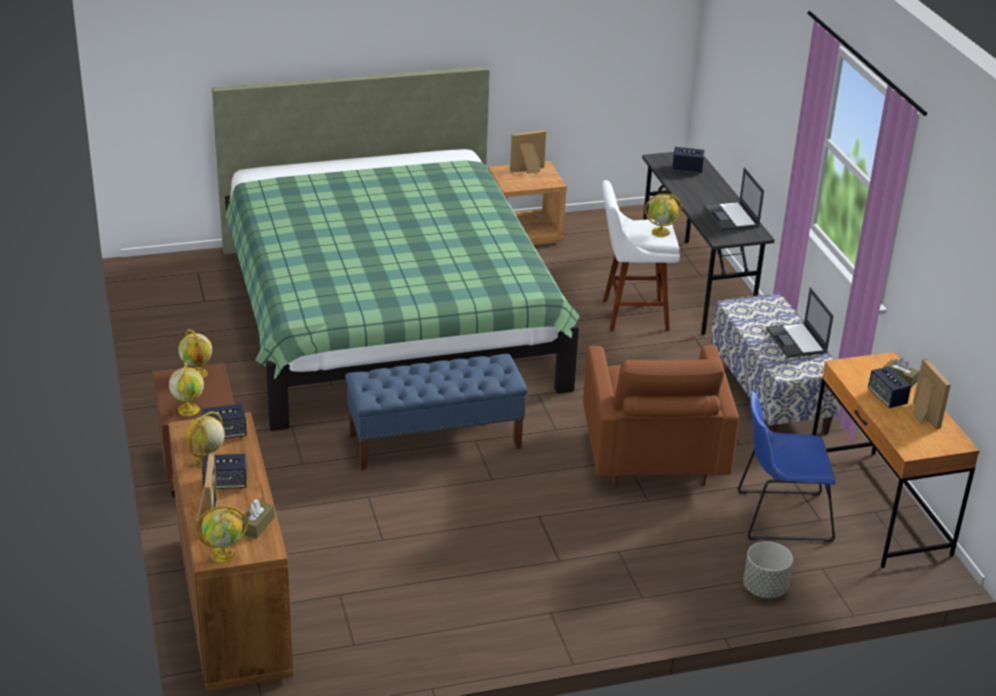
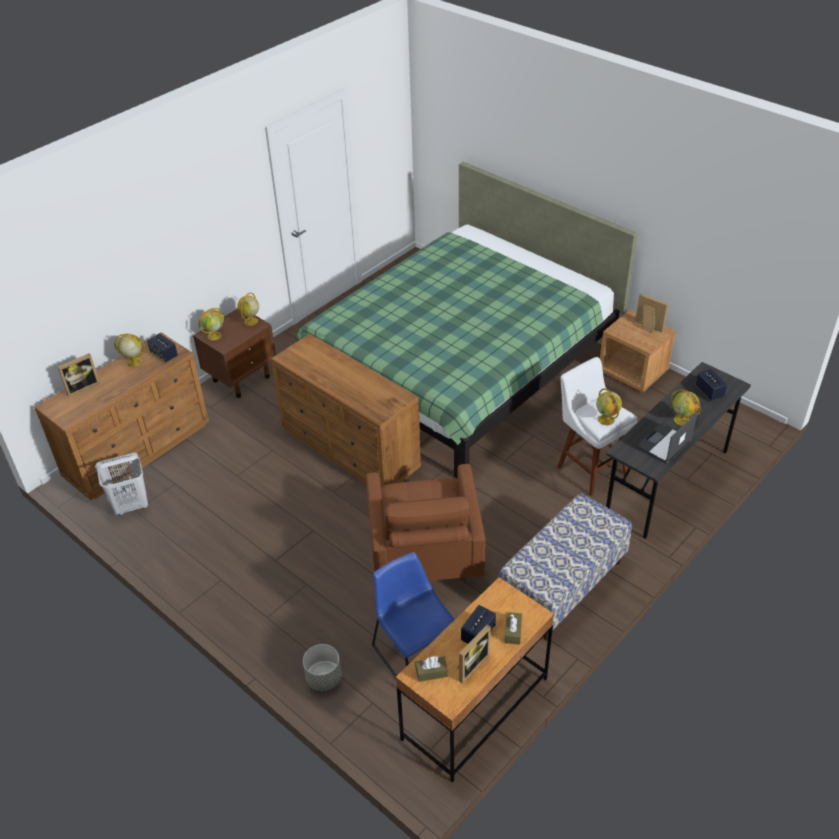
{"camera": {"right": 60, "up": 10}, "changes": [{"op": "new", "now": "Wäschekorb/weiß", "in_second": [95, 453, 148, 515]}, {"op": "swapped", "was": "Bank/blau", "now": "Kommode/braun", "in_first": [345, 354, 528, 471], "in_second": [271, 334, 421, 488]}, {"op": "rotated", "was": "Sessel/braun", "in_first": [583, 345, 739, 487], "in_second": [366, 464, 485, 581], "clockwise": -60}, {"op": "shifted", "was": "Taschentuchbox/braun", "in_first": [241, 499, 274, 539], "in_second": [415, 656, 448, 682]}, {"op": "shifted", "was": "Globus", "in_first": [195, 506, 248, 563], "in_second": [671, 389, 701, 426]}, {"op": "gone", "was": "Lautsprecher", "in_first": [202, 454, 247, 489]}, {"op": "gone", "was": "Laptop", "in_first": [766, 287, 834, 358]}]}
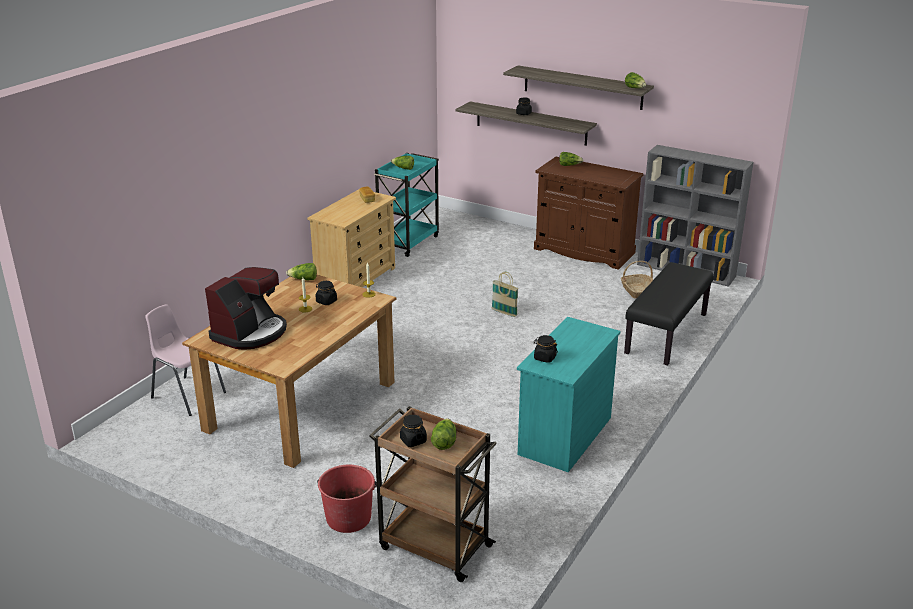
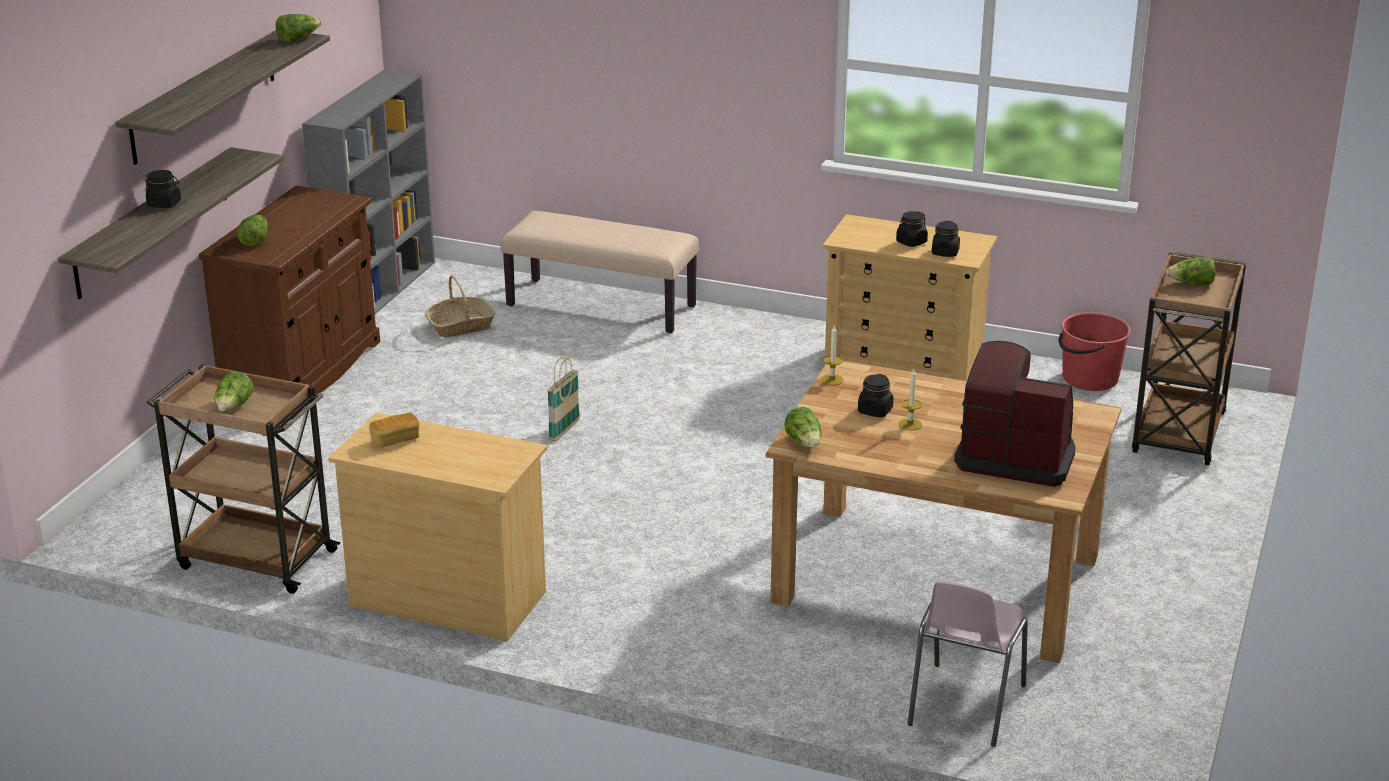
{"camera": {"right": -100, "up": 0}, "changes": [{"op": "repainted", "was": "Rollwagen/türkis", "now": "Rollwagen/braun", "in_first": [374, 153, 439, 257], "in_second": [147, 364, 341, 594]}, {"op": "repainted", "was": "Bank/schwarz", "now": "Bank/beige", "in_first": [624, 262, 714, 365], "in_second": [500, 211, 699, 333]}, {"op": "repainted", "was": "Kommode/türkis", "now": "Kommode/beige", "in_first": [517, 317, 621, 472], "in_second": [823, 214, 997, 381]}, {"op": "shifted", "was": "Vorratsglas/schwarz", "in_first": [400, 415, 427, 447], "in_second": [896, 211, 928, 247]}, {"op": "shifted", "was": "Eimer/rot", "in_first": [317, 465, 377, 533], "in_second": [1058, 312, 1131, 391]}]}
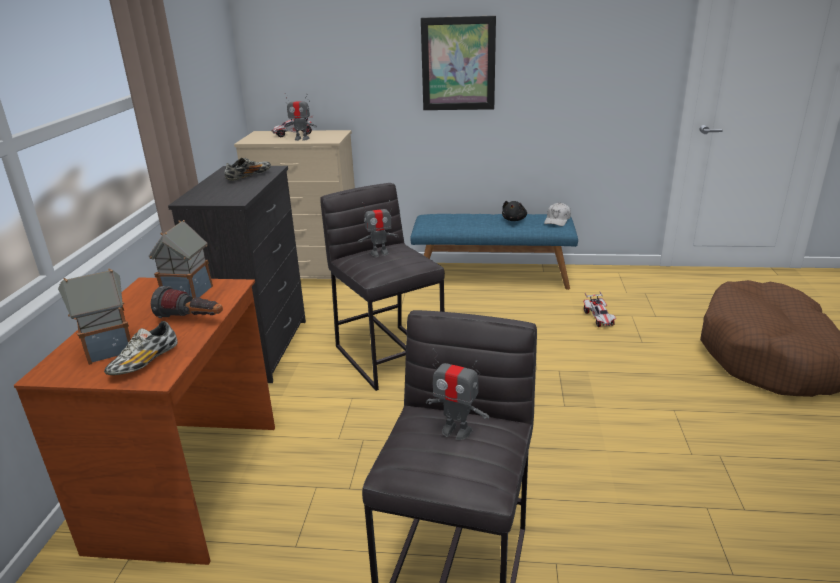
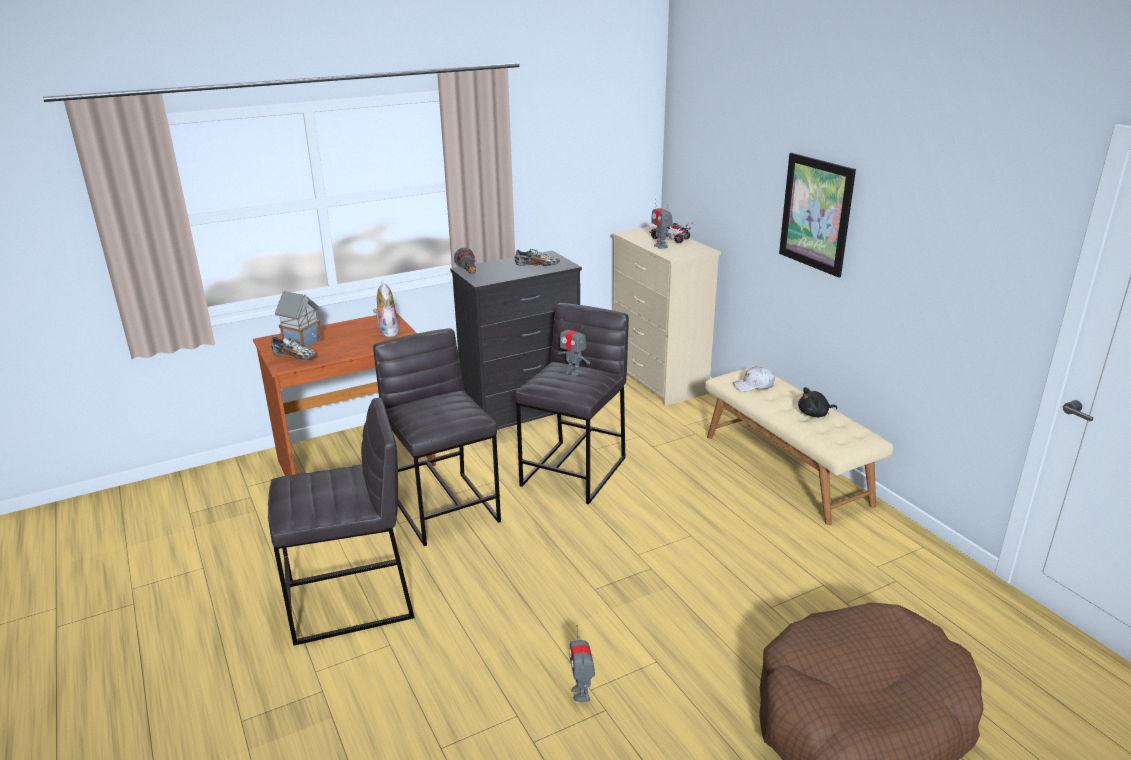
{"camera": {"right": 55, "up": 0}, "changes": [{"op": "rotated", "was": "Schuh", "in_first": [104, 321, 178, 375], "in_second": [271, 337, 316, 360], "clockwise": -150}, {"op": "swapped", "was": "Spielzeughaus", "now": "Plüschtier", "in_first": [149, 220, 213, 298], "in_second": [373, 282, 400, 337]}, {"op": "new", "now": "Hocker/grau", "in_second": [373, 328, 501, 546]}, {"op": "shifted", "was": "Taschenlampe", "in_first": [151, 286, 223, 318], "in_second": [454, 248, 476, 273]}, {"op": "shifted", "was": "Spielzeugroboter", "in_first": [426, 348, 490, 440], "in_second": [569, 625, 595, 702]}, {"op": "repainted", "was": "Bank/blau", "now": "Bank/beige", "in_first": [410, 214, 578, 290], "in_second": [705, 366, 893, 525]}, {"op": "shifted", "was": "Kappe/weiß", "in_first": [544, 203, 571, 226], "in_second": [733, 366, 775, 392]}, {"op": "gone", "was": "Spielzeugauto", "in_first": [583, 292, 616, 327]}]}
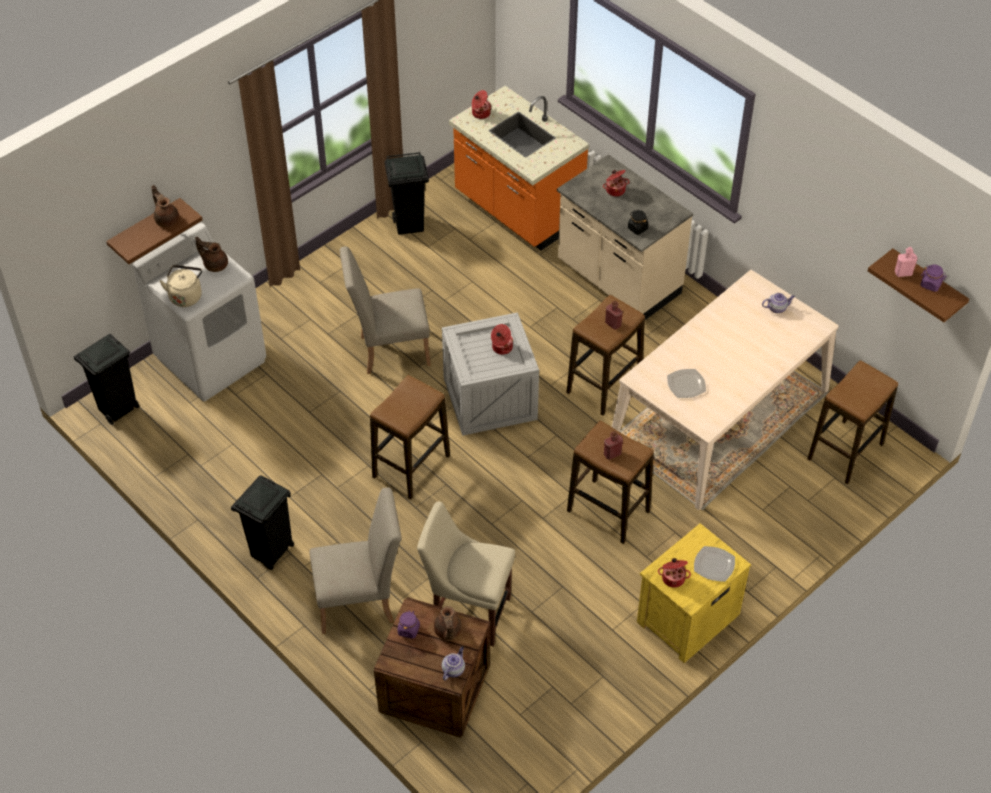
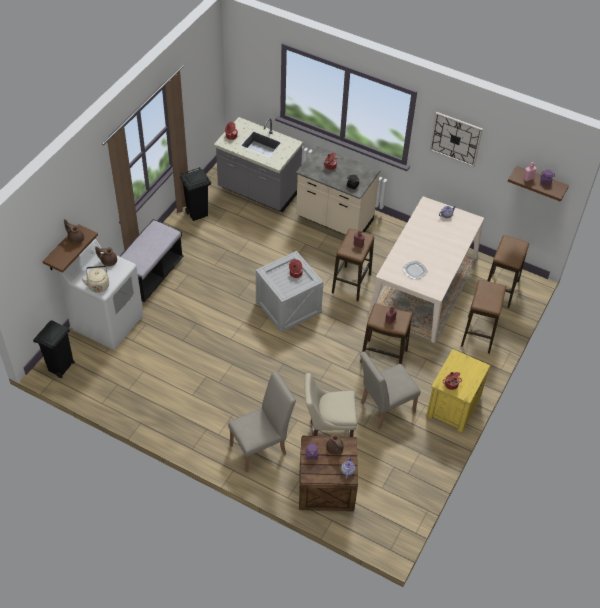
{"camera": {"right": -20, "up": 0}, "changes": [{"op": "new", "now": "Bank/schwarz", "in_second": [119, 219, 184, 302]}, {"op": "repainted", "was": "Küchenzeile/orange", "now": "Küchenzeile/grau", "in_first": [449, 86, 589, 251], "in_second": [214, 117, 303, 213]}, {"op": "shifted", "was": "Stuhl/beige", "in_first": [340, 247, 431, 374], "in_second": [360, 352, 421, 429]}, {"op": "new", "now": "Wanduhr", "in_second": [429, 112, 483, 167]}, {"op": "shifted", "was": "Hocker", "in_first": [370, 375, 450, 500], "in_second": [461, 279, 506, 354]}, {"op": "gone", "was": "Mülleimer/schwarz", "in_first": [231, 475, 294, 570]}, {"op": "gone", "was": "Teller", "in_first": [694, 546, 735, 582]}]}
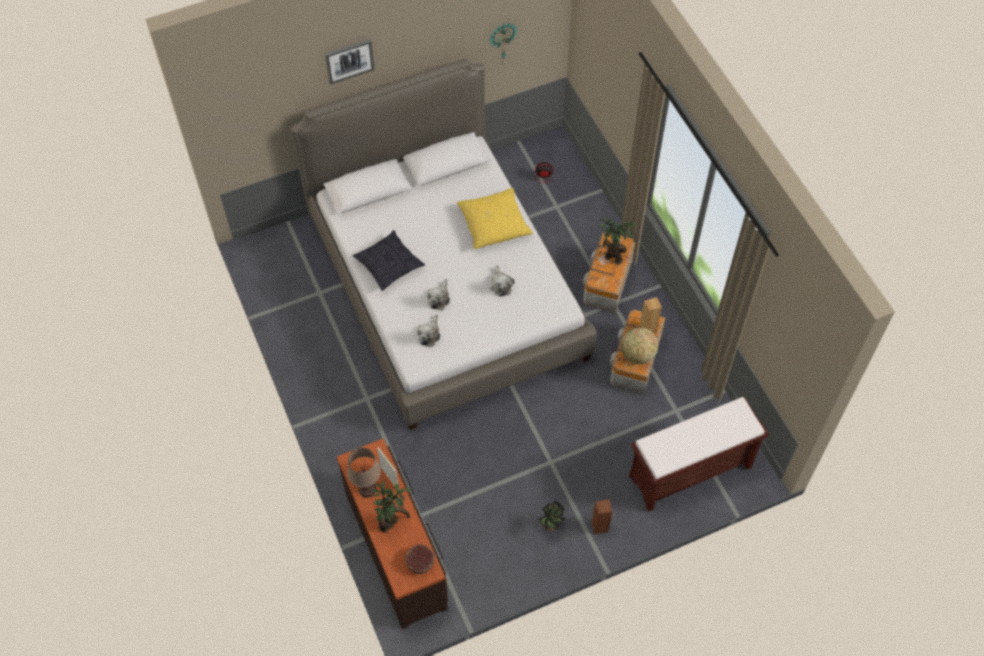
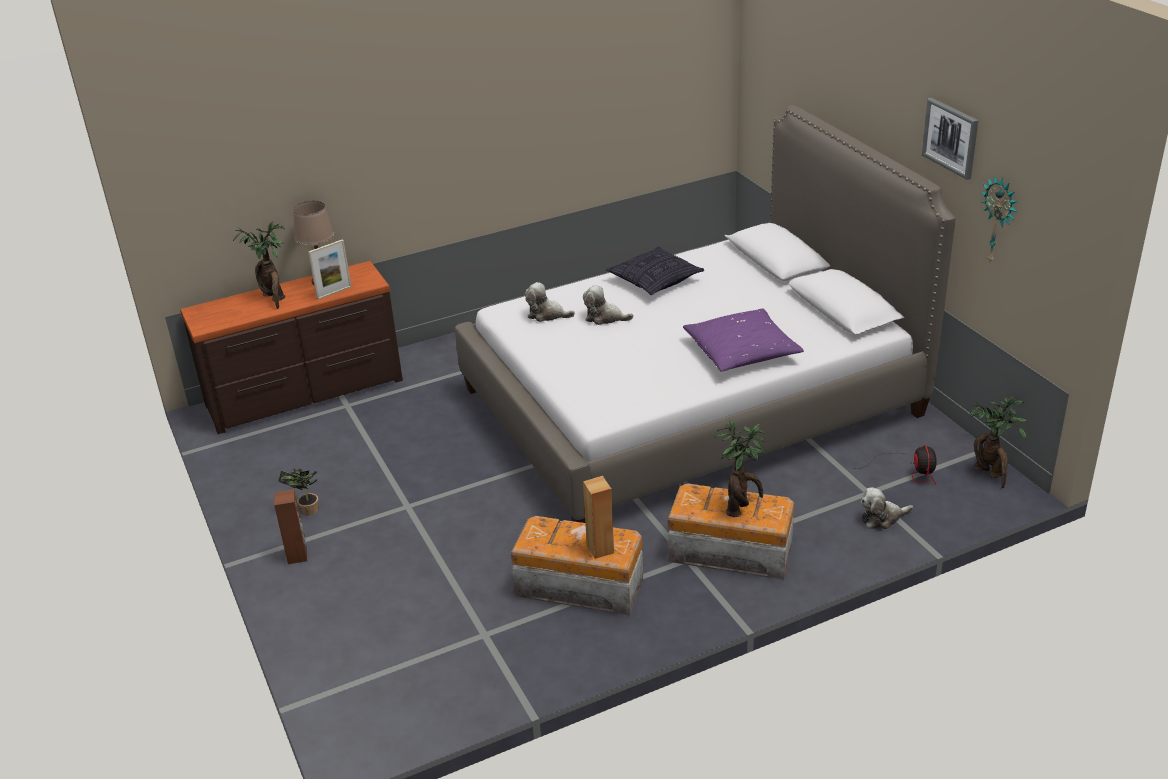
{"camera": {"right": 90, "up": -25}, "changes": [{"op": "repainted", "was": "Kissen/gelb", "now": "Kissen/lila", "in_first": [457, 188, 533, 249], "in_second": [683, 308, 804, 371]}, {"op": "shifted", "was": "Plüschtier", "in_first": [490, 265, 515, 297], "in_second": [861, 487, 913, 529]}, {"op": "shifted", "was": "Bild", "in_first": [325, 39, 375, 85], "in_second": [922, 97, 978, 180]}, {"op": "new", "now": "Topfpflanze", "in_second": [969, 396, 1027, 488]}, {"op": "gone", "was": "Schüssel", "in_first": [405, 545, 435, 574]}, {"op": "gone", "was": "Globus", "in_first": [621, 327, 658, 364]}, {"op": "gone", "was": "Bank/braun", "in_first": [629, 397, 769, 512]}]}
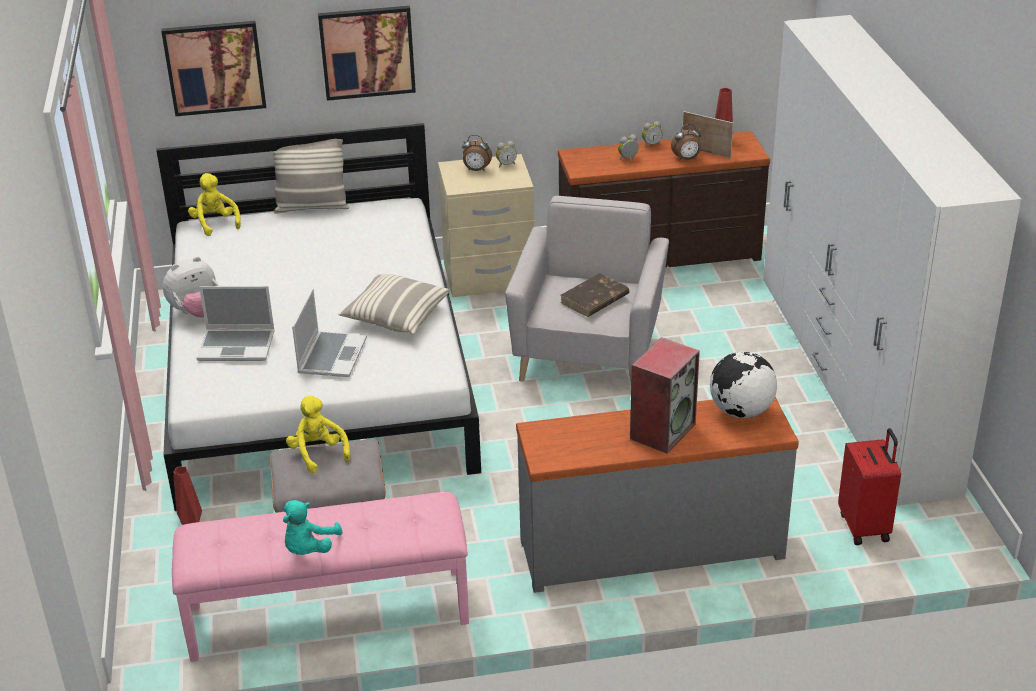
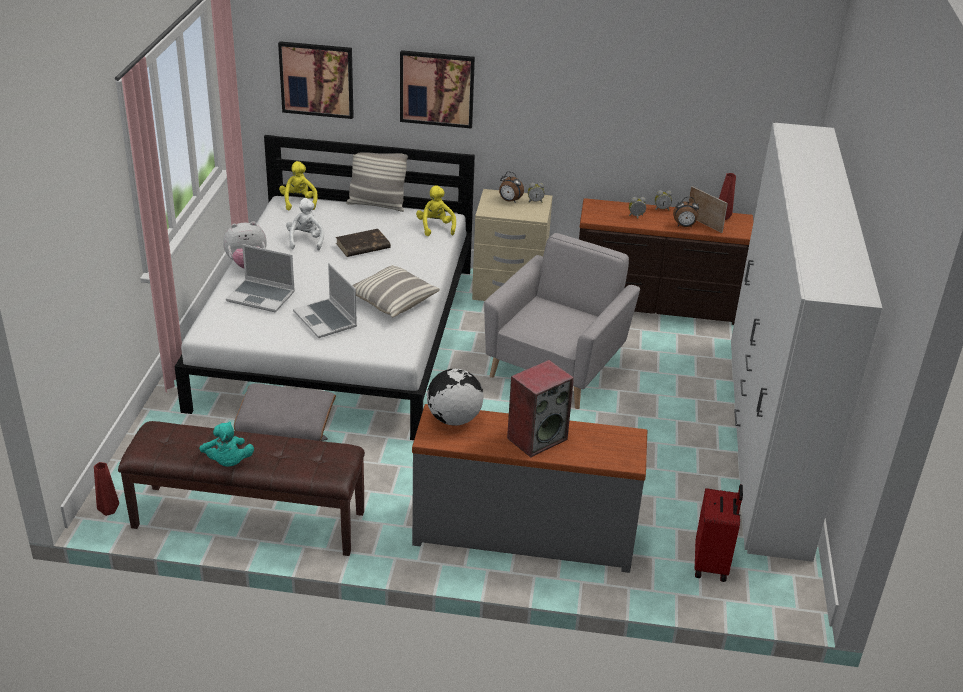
{"camera": {"right": 15, "up": 0}, "changes": [{"op": "shifted", "was": "Vase/rot", "in_first": [173, 466, 202, 525], "in_second": [94, 462, 119, 516]}, {"op": "repainted", "was": "Bank/rosa", "now": "Bank/braun", "in_first": [172, 492, 469, 662], "in_second": [118, 421, 365, 556]}, {"op": "rotated", "was": "Plüschtier/türkis", "in_first": [283, 500, 343, 555], "in_second": [199, 422, 254, 467], "clockwise": -60}, {"op": "new", "now": "Plüschtier/weiß", "in_second": [286, 198, 324, 250]}, {"op": "rotated", "was": "Laptop", "in_first": [292, 289, 367, 377], "in_second": [293, 263, 357, 338], "clockwise": 120}, {"op": "shifted", "was": "Buch/braun", "in_first": [560, 273, 629, 317], "in_second": [336, 229, 391, 257]}, {"op": "shifted", "was": "Plüschtier/gelb", "in_first": [286, 396, 350, 473], "in_second": [416, 186, 456, 236]}, {"op": "shifted", "was": "Globus", "in_first": [710, 352, 777, 418], "in_second": [427, 369, 483, 426]}]}
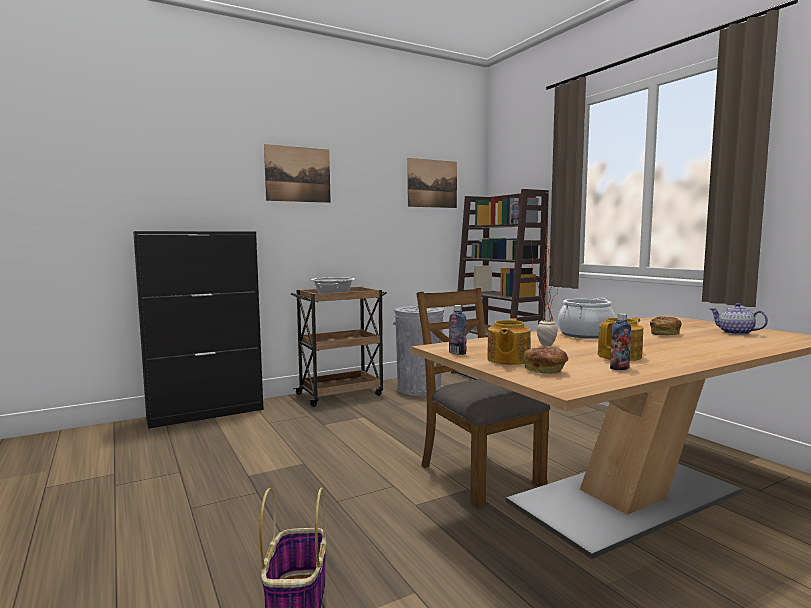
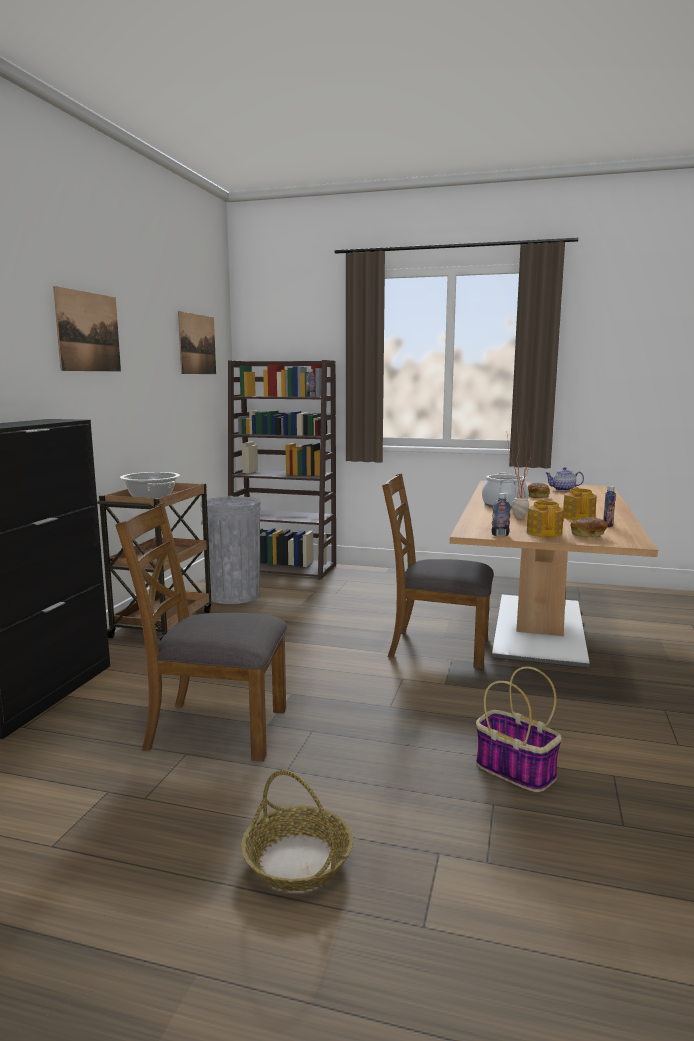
{"camera": {"right": -45, "up": 5}, "changes": [{"op": "new", "now": "Stuhl/braun", "in_second": [116, 503, 287, 761]}, {"op": "new", "now": "Korb", "in_second": [241, 770, 353, 891]}, {"op": "rotated", "was": "Teekanne", "in_first": [487, 318, 531, 365], "in_second": [527, 499, 564, 537], "clockwise": -150}]}
